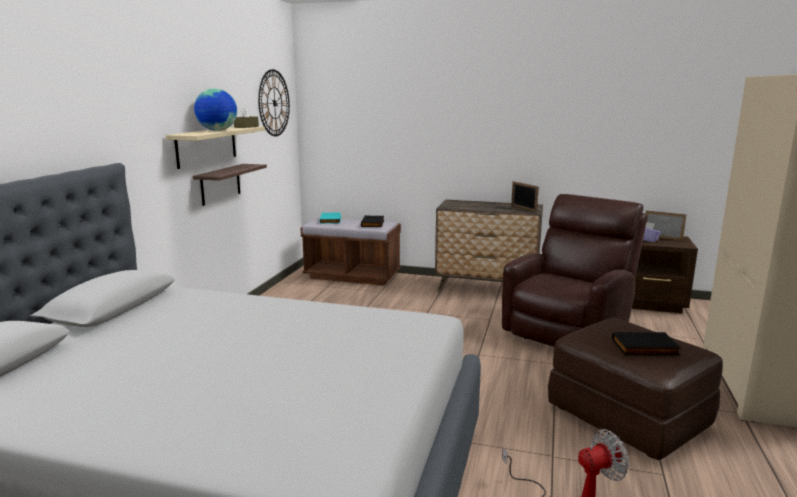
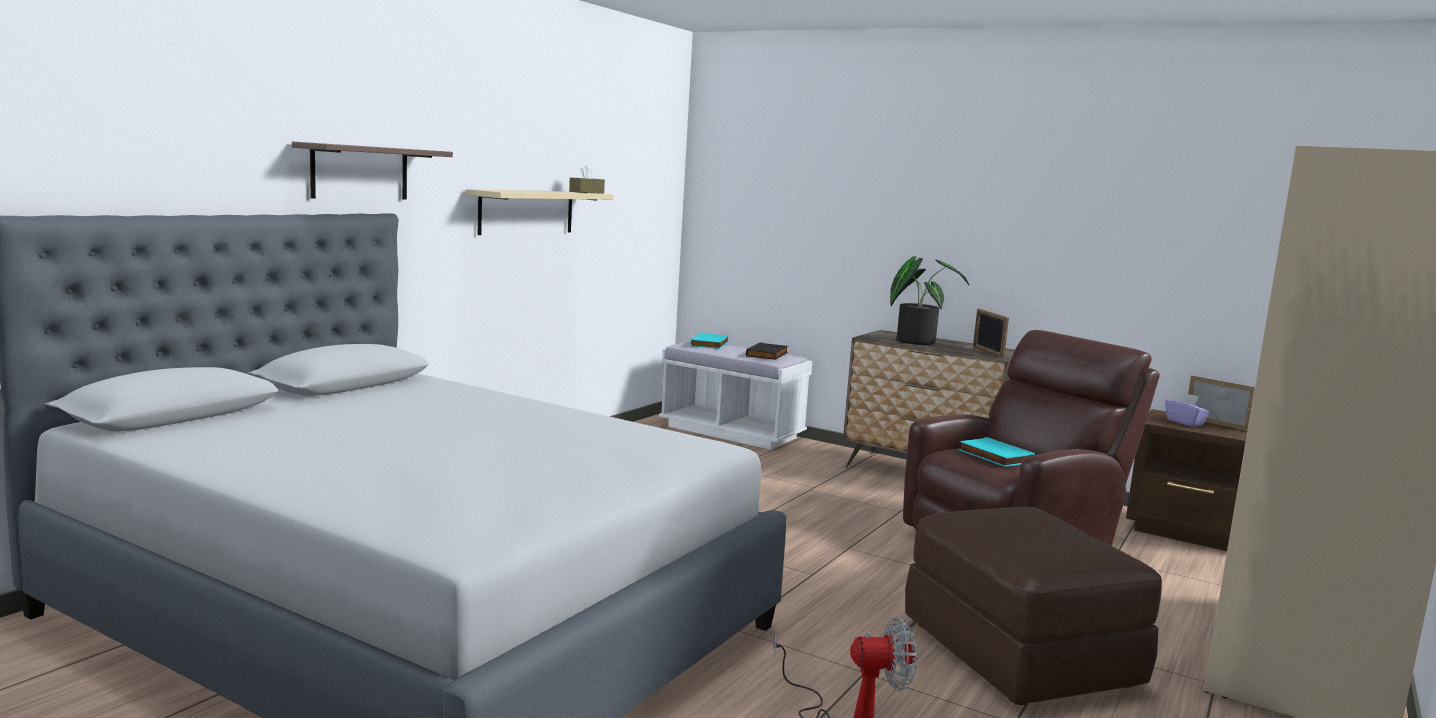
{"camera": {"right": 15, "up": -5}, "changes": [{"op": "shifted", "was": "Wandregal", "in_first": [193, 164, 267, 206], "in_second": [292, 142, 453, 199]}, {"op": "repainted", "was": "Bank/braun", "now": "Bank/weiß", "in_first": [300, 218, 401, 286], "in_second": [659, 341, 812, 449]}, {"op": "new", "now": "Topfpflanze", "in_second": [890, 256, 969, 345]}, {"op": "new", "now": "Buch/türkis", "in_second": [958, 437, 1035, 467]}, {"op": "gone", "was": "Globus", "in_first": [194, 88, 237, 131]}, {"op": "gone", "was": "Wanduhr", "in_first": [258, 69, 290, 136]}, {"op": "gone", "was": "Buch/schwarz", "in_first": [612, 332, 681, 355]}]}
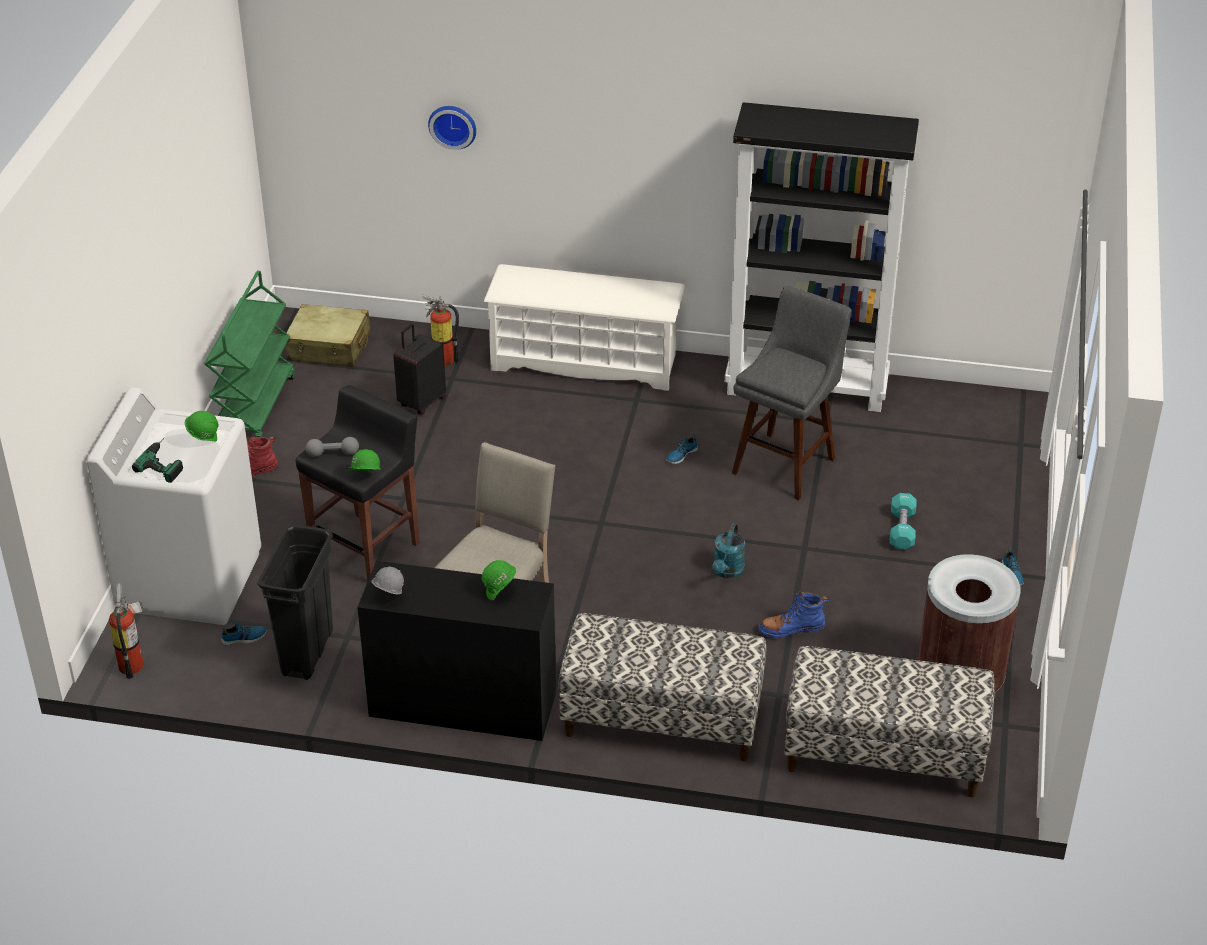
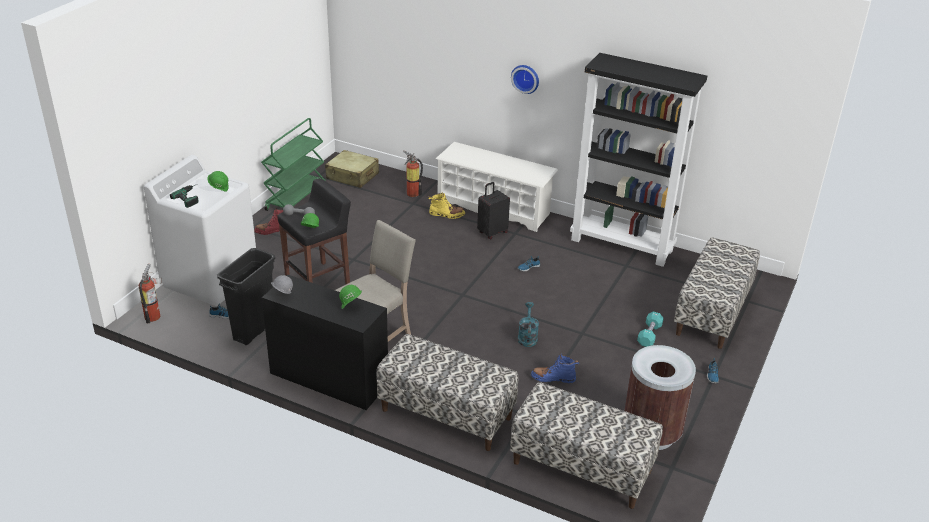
{"camera": {"right": 15, "up": -5}, "changes": [{"op": "new", "now": "Stiefel/gelb", "in_second": [428, 193, 465, 219]}, {"op": "shifted", "was": "Koffer/schwarz", "in_first": [393, 324, 446, 415], "in_second": [477, 182, 510, 239]}, {"op": "shifted", "was": "Wanduhr", "in_first": [428, 106, 476, 150], "in_second": [511, 65, 539, 94]}, {"op": "rotated", "was": "Gießkanne/türkis", "in_first": [712, 524, 745, 578], "in_second": [518, 302, 539, 347], "clockwise": 150}, {"op": "new", "now": "Bank", "in_second": [674, 237, 760, 349]}, {"op": "gone", "was": "Hocker/grau", "in_first": [732, 286, 851, 500]}]}
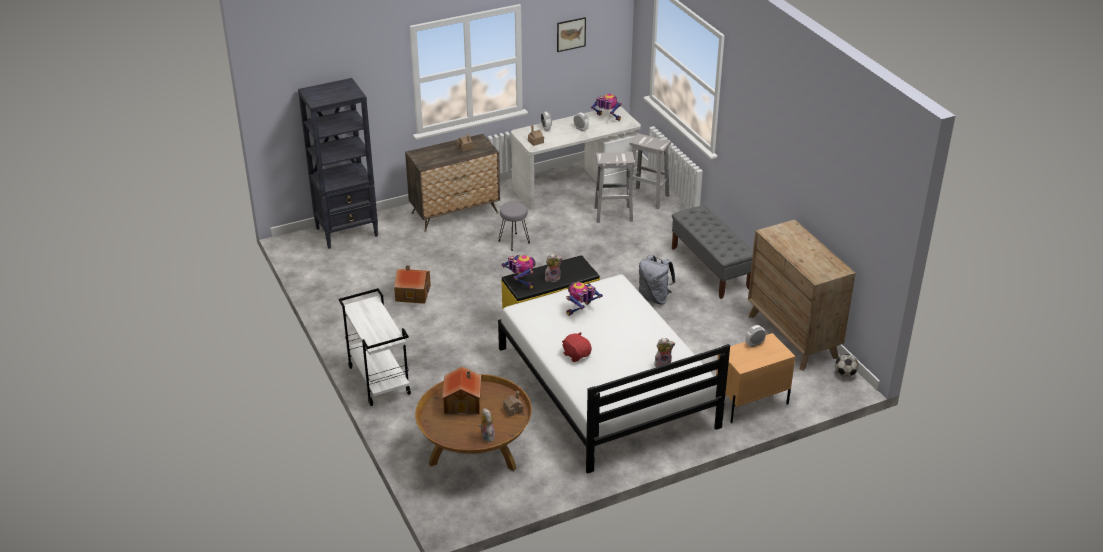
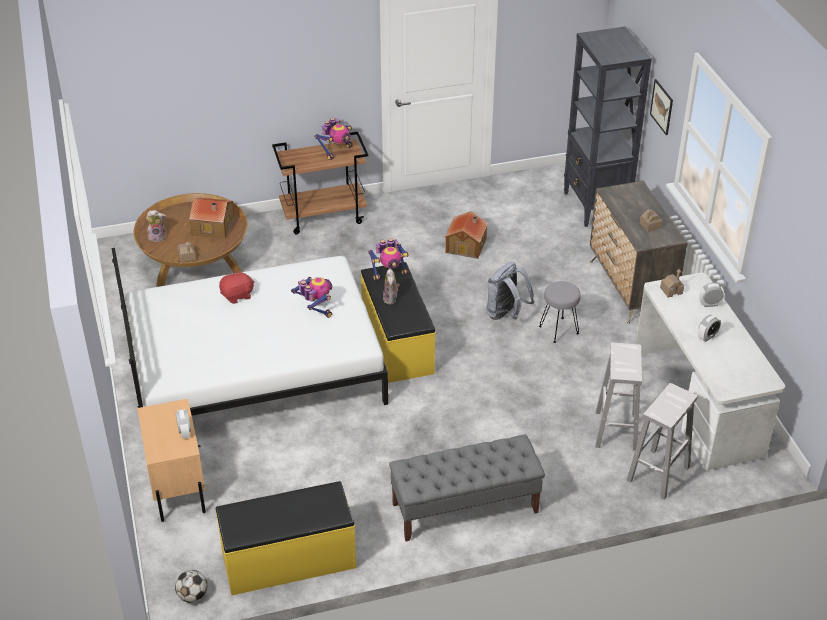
{"camera": {"right": 100, "up": 5}, "changes": [{"op": "swapped", "was": "Kommode/braun", "now": "Bank/gelb", "in_first": [748, 219, 856, 371], "in_second": [216, 481, 356, 596]}, {"op": "repainted", "was": "Rollwagen/weiß", "now": "Rollwagen/braun", "in_first": [338, 288, 411, 406], "in_second": [272, 132, 368, 234]}, {"op": "shifted", "was": "Spielzeugroboter", "in_first": [591, 94, 622, 121], "in_second": [314, 118, 353, 160]}, {"op": "shifted", "was": "Rucksack/grau", "in_first": [639, 255, 676, 304], "in_second": [487, 262, 535, 320]}, {"op": "shifted", "was": "Bild", "in_first": [557, 17, 586, 52], "in_second": [650, 79, 673, 135]}, {"op": "gone", "was": "Plüschtier", "in_first": [654, 338, 675, 367]}]}
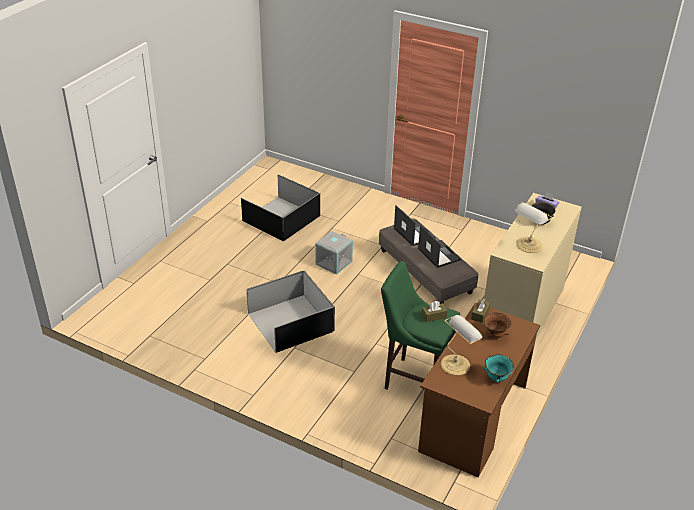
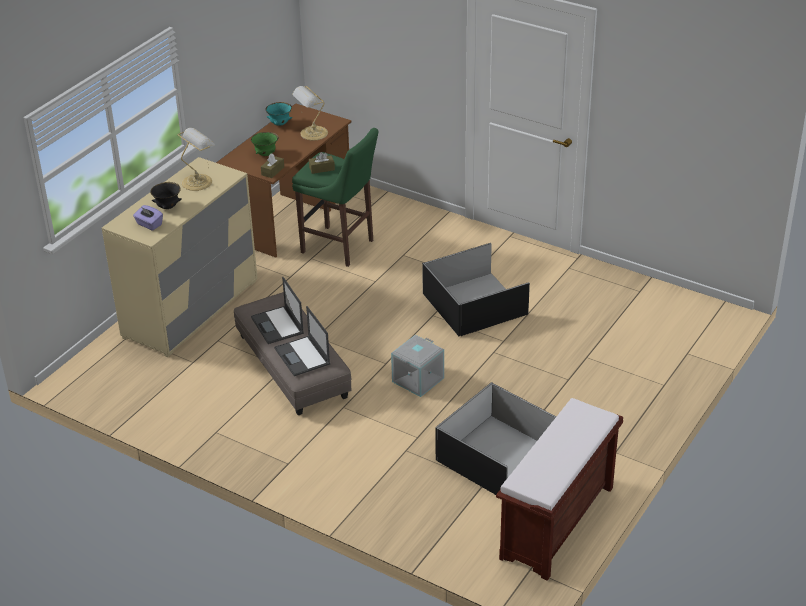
{"camera": {"right": -175, "up": 0}, "changes": [{"op": "repainted", "was": "Schüssel/braun", "now": "Schüssel/grün", "in_first": [484, 312, 511, 338], "in_second": [251, 132, 279, 156]}, {"op": "new", "now": "Bank/braun", "in_second": [496, 398, 623, 581]}]}
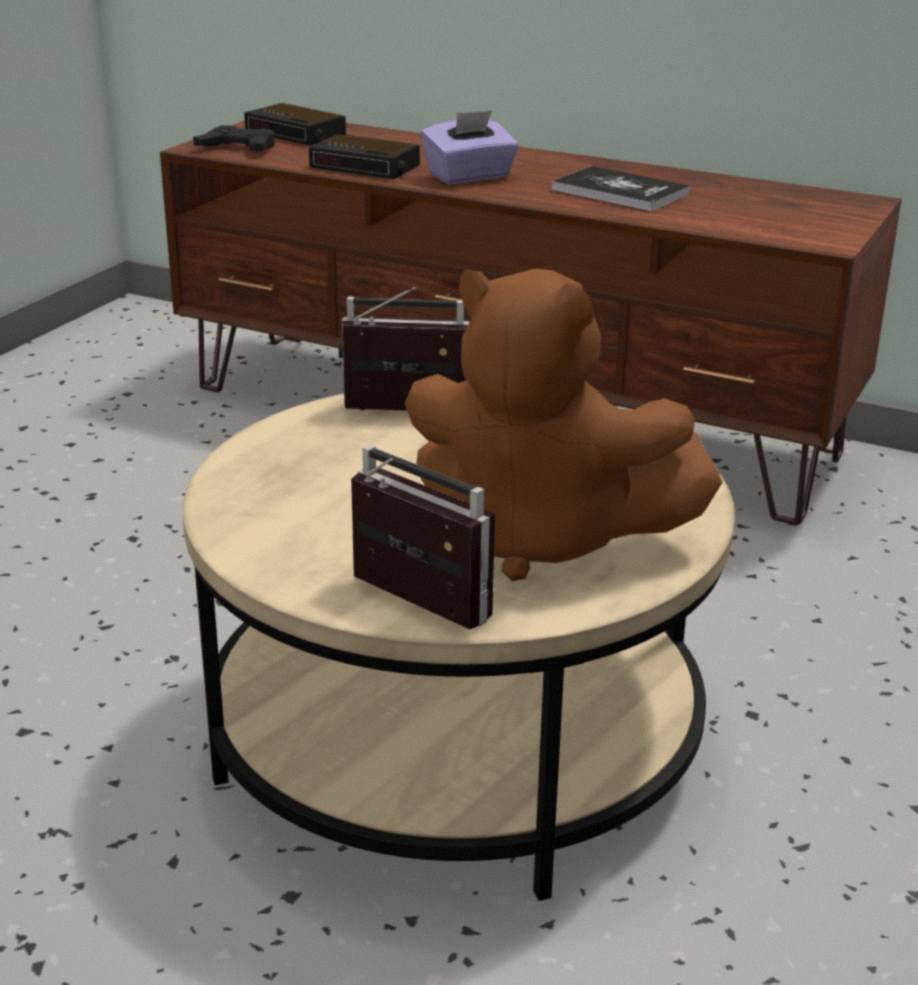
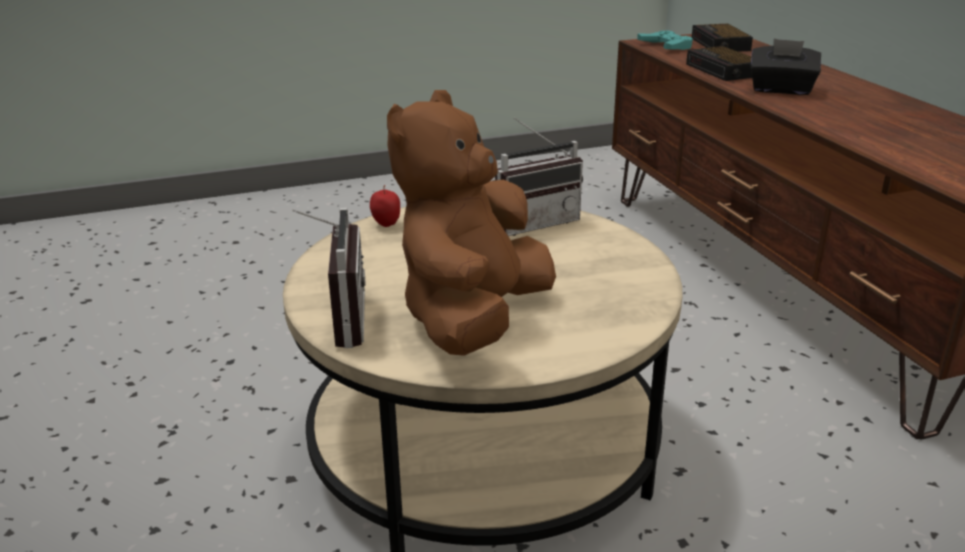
{"camera": {"right": 45, "up": 0}, "changes": [{"op": "new", "now": "Apfel", "in_second": [370, 185, 400, 227]}, {"op": "rotated", "was": "Plüschtier/braun", "in_first": [405, 269, 723, 581], "in_second": [387, 90, 556, 356], "clockwise": 45}, {"op": "rotated", "was": "Radio", "in_first": [338, 287, 469, 411], "in_second": [495, 117, 583, 236], "clockwise": 105}, {"op": "repainted", "was": "Gamepad/schwarz", "now": "Gamepad/türkis", "in_first": [193, 125, 275, 152], "in_second": [637, 30, 693, 50]}, {"op": "repainted", "was": "Taschentuchbox/lila", "now": "Taschentuchbox/schwarz", "in_first": [421, 110, 519, 184], "in_second": [751, 39, 821, 95]}, {"op": "gone", "was": "Buch", "in_first": [552, 166, 690, 212]}]}
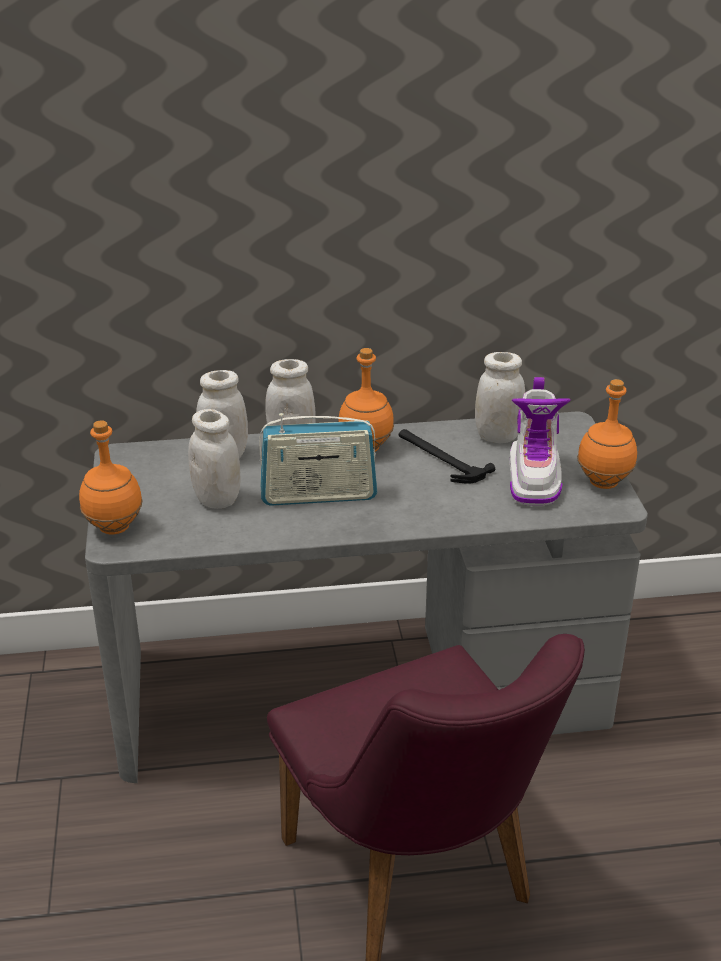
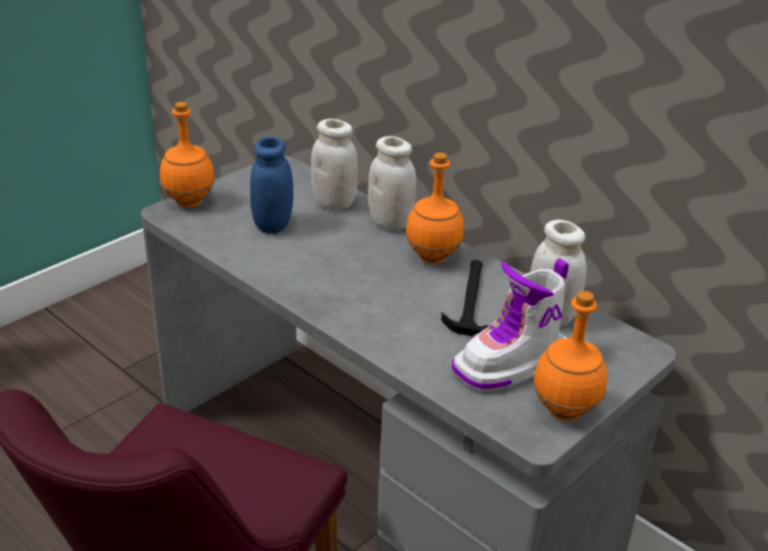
{"camera": {"right": 50, "up": 0}, "changes": [{"op": "repainted", "was": "Vorratsglas/weiß", "now": "Vorratsglas/blau", "in_first": [188, 409, 240, 509], "in_second": [250, 137, 293, 234]}, {"op": "gone", "was": "Radio", "in_first": [259, 413, 377, 506]}]}
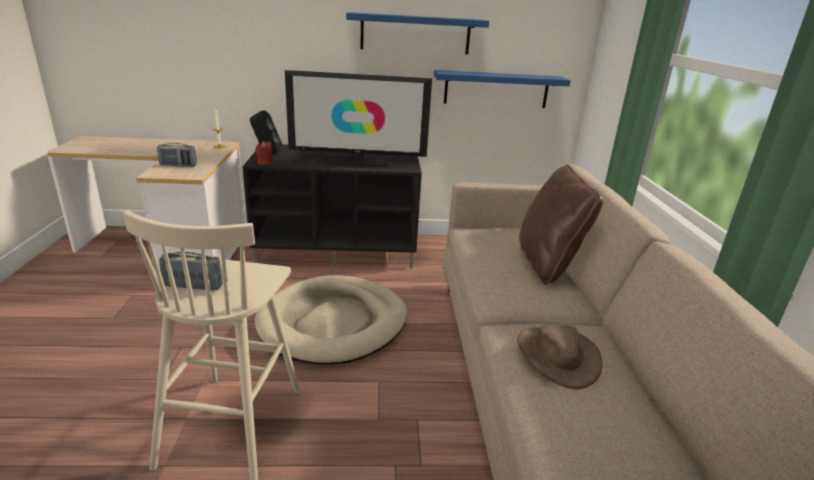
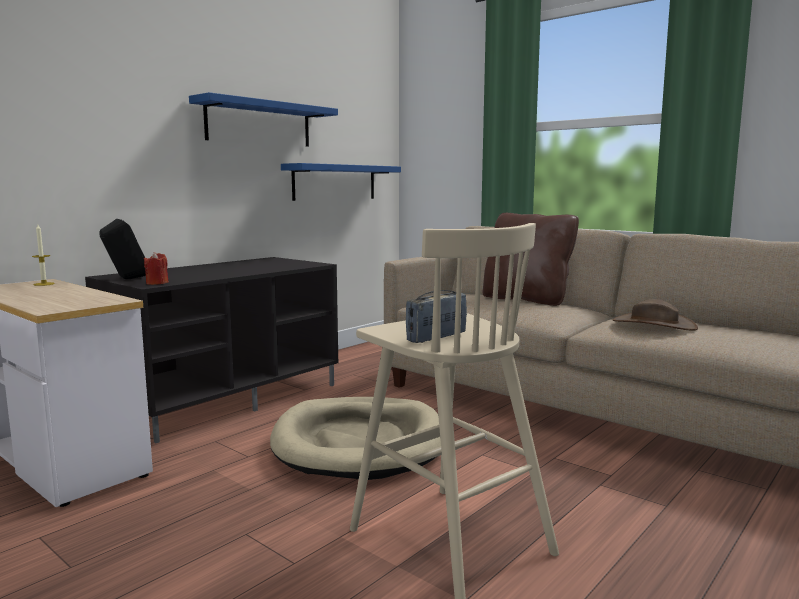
{"camera": {"right": -45, "up": -15}, "changes": [{"op": "gone", "was": "Radio", "in_first": [157, 143, 197, 167]}, {"op": "gone", "was": "Fernseher", "in_first": [285, 70, 432, 167]}]}
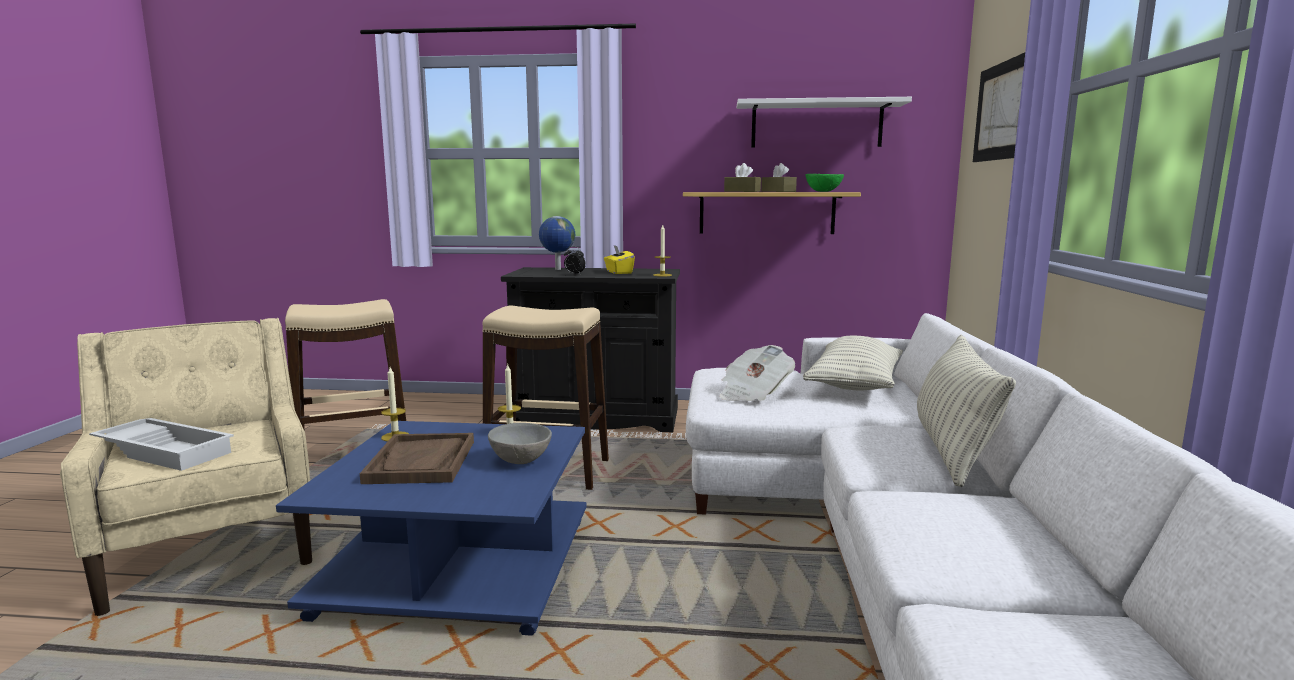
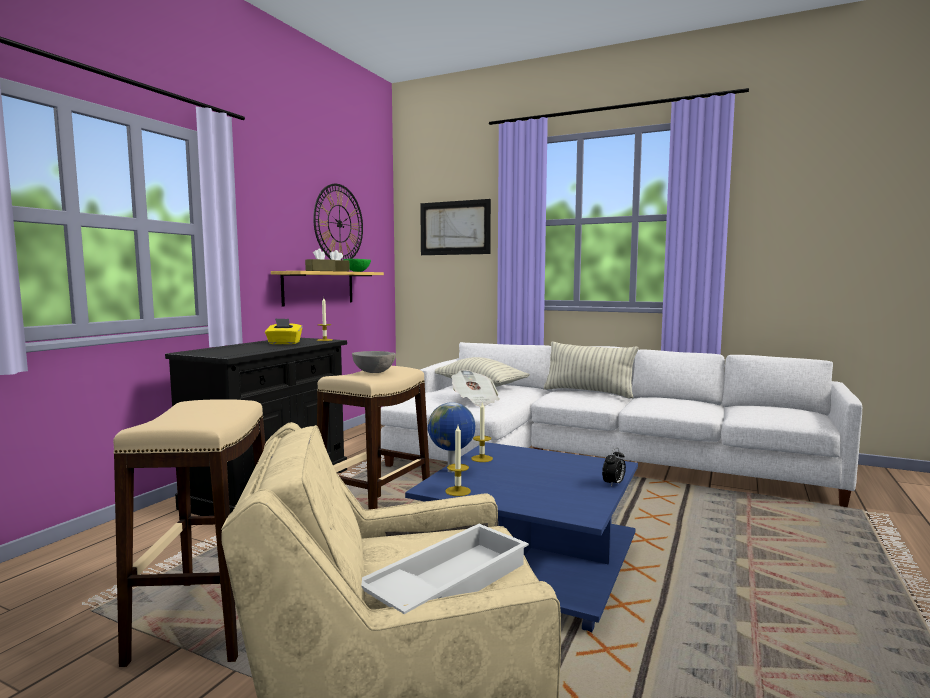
{"camera": {"right": -70, "up": -5}, "changes": [{"op": "swapped", "was": "Wandregal/weiß", "now": "Wanduhr", "in_first": [737, 97, 912, 148], "in_second": [313, 184, 363, 260]}, {"op": "shifted", "was": "Schüssel/grau", "in_first": [488, 423, 552, 464], "in_second": [352, 351, 396, 373]}, {"op": "shifted", "was": "Globus", "in_first": [539, 216, 575, 270], "in_second": [428, 402, 475, 472]}, {"op": "shifted", "was": "Wecker", "in_first": [564, 246, 586, 275], "in_second": [602, 448, 626, 487]}, {"op": "gone", "was": "Tablett/braun", "in_first": [360, 433, 474, 484]}]}
